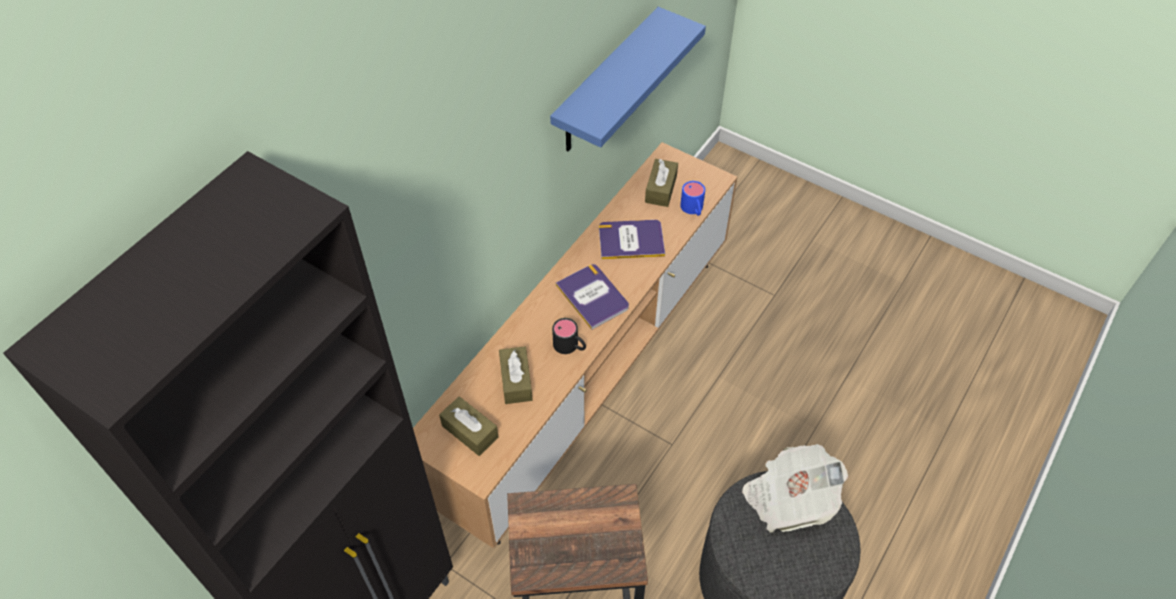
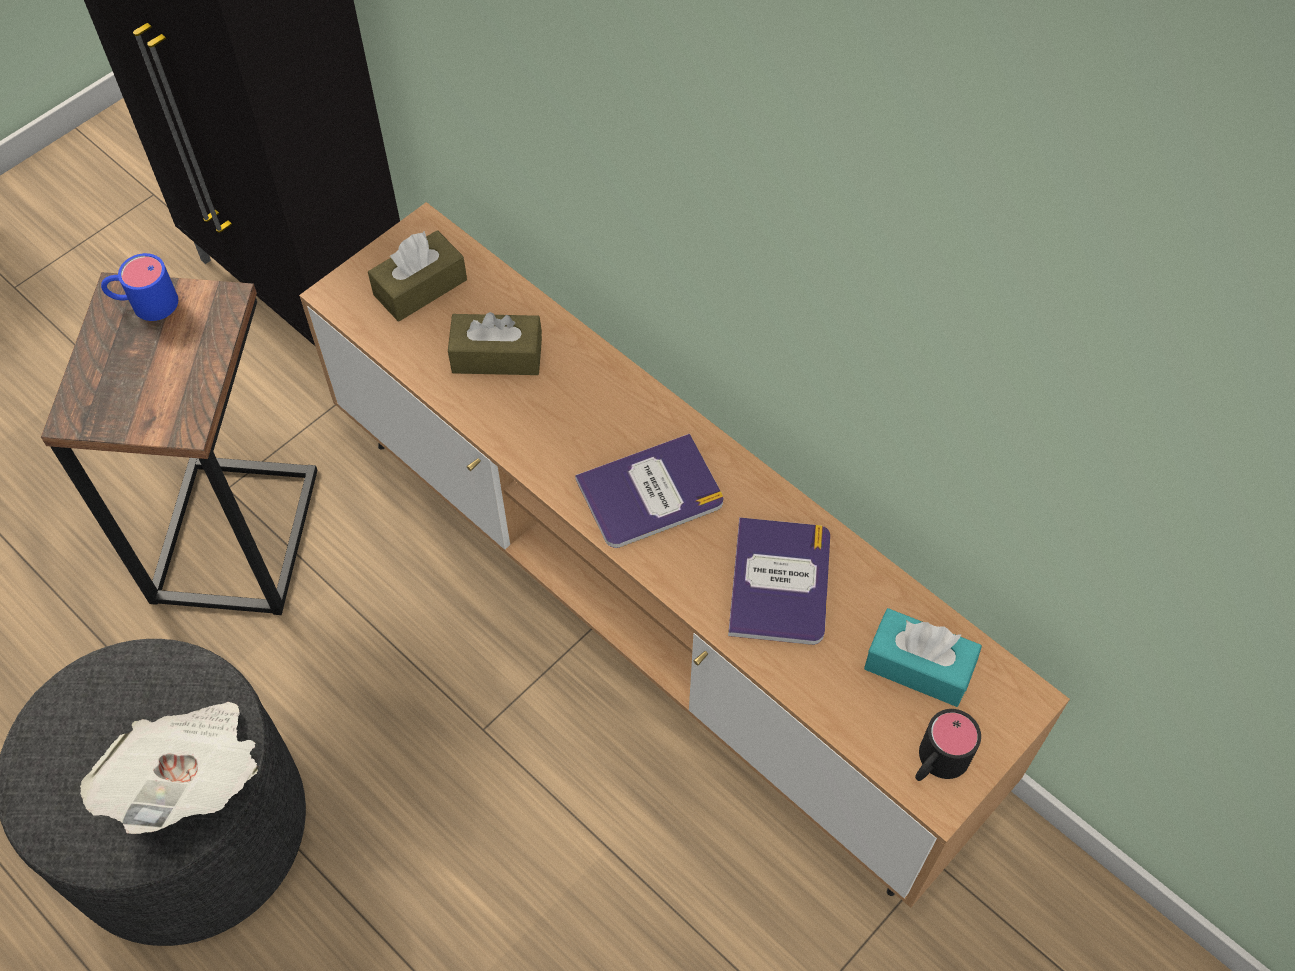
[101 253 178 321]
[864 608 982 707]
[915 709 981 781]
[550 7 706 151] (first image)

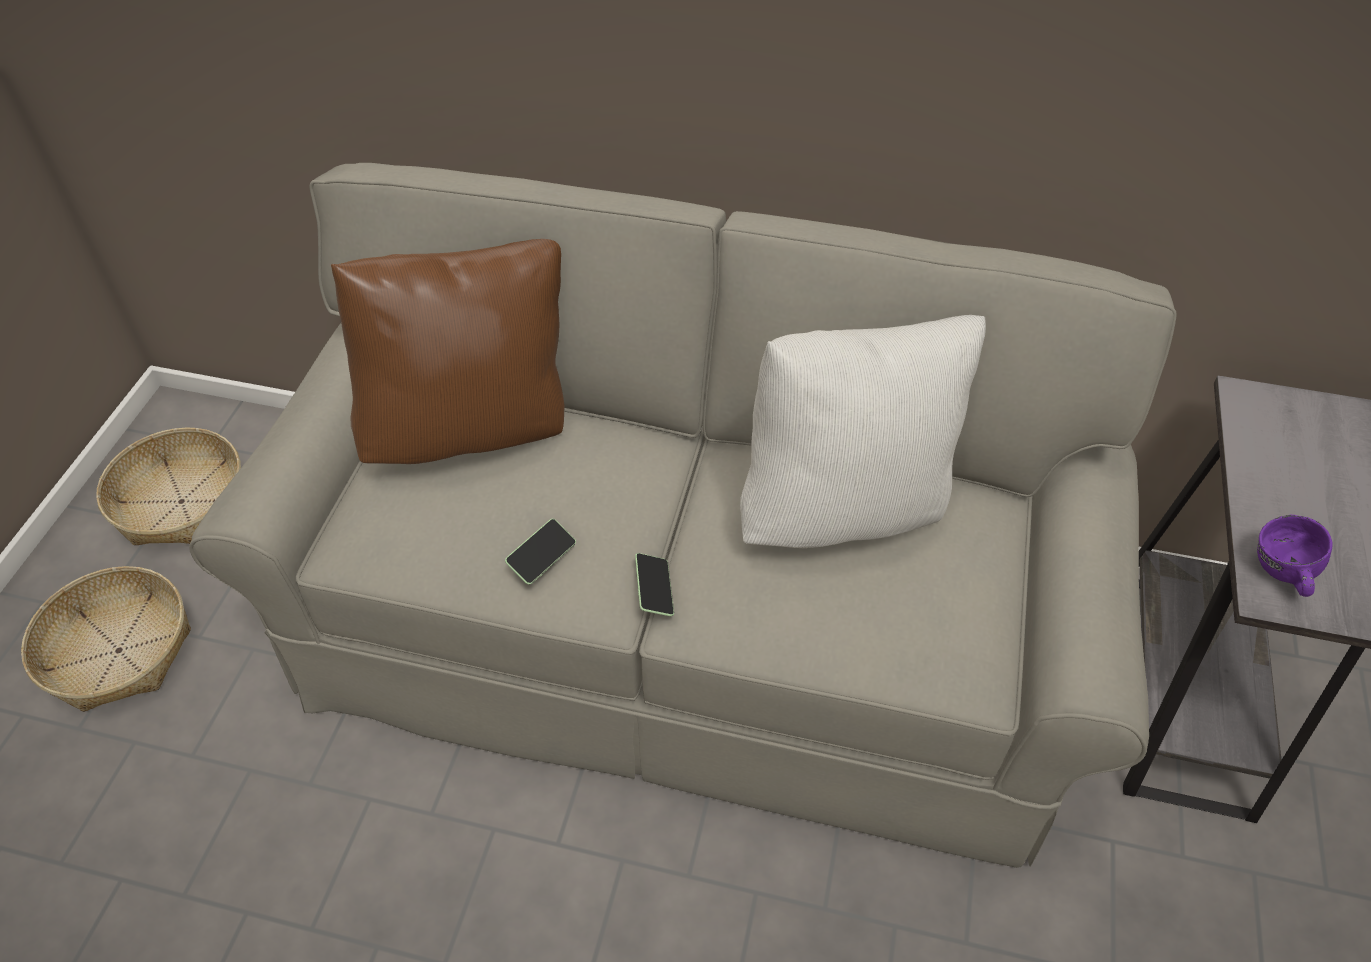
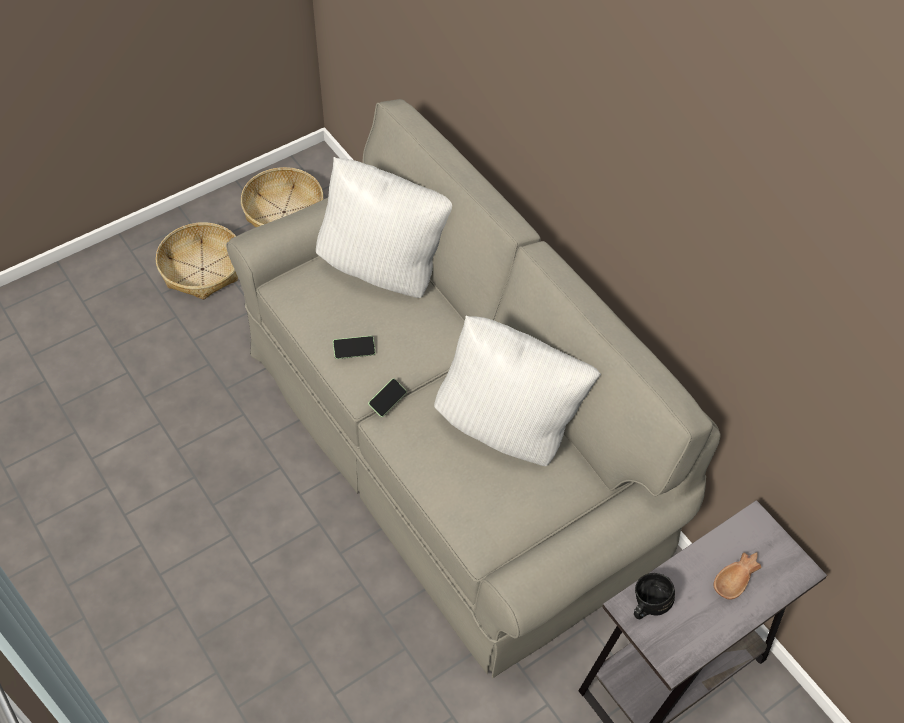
[316 157 452 298]
[634 573 675 619]
[714 552 762 600]

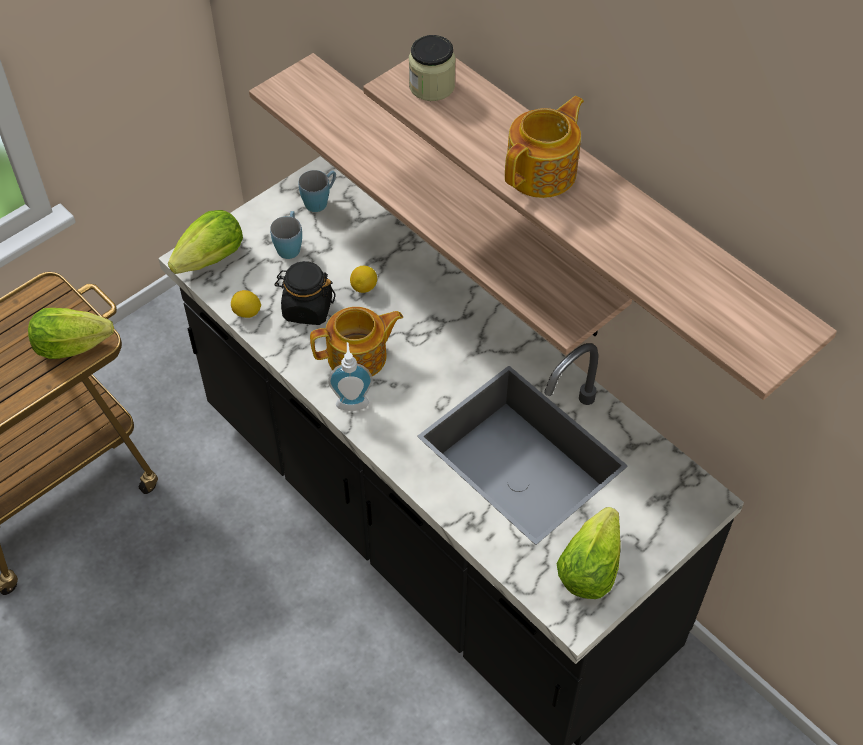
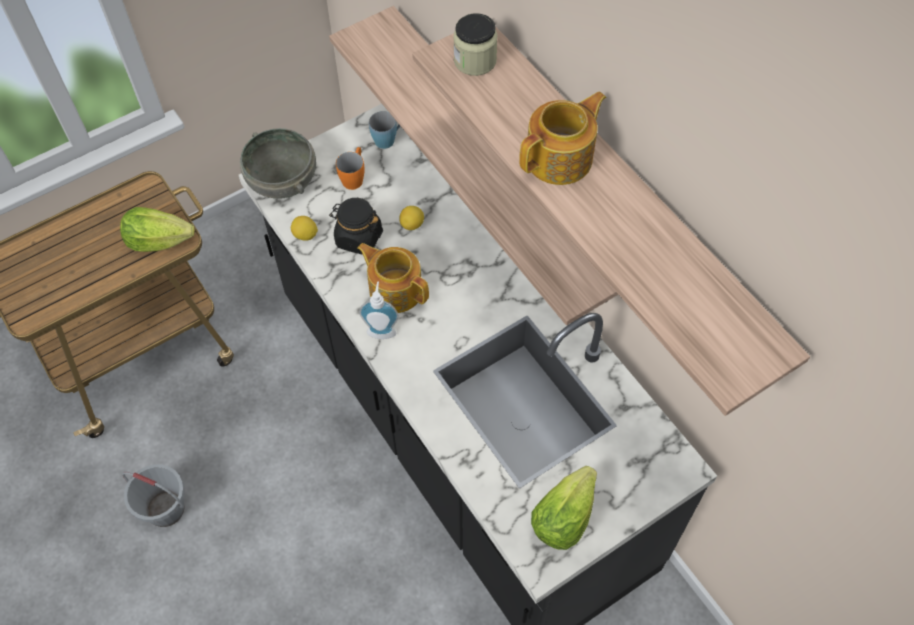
[122 464 185 527]
[240 128 316 198]
[336 147 365 190]
[357 243 429 313]

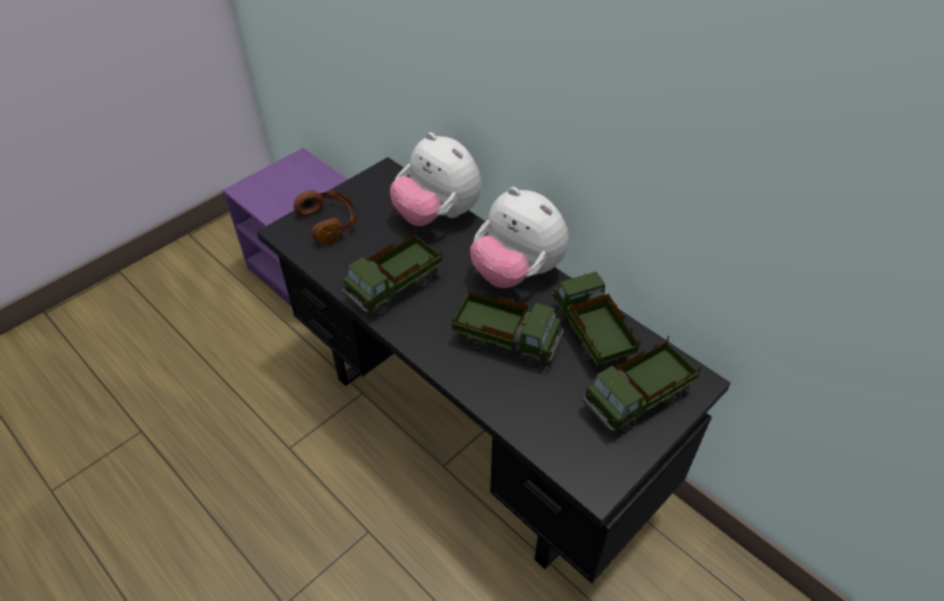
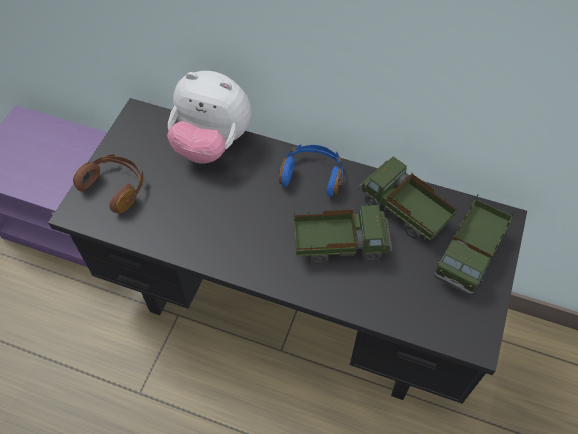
[279 144 343 197]
[342 230 442 316] (first image)

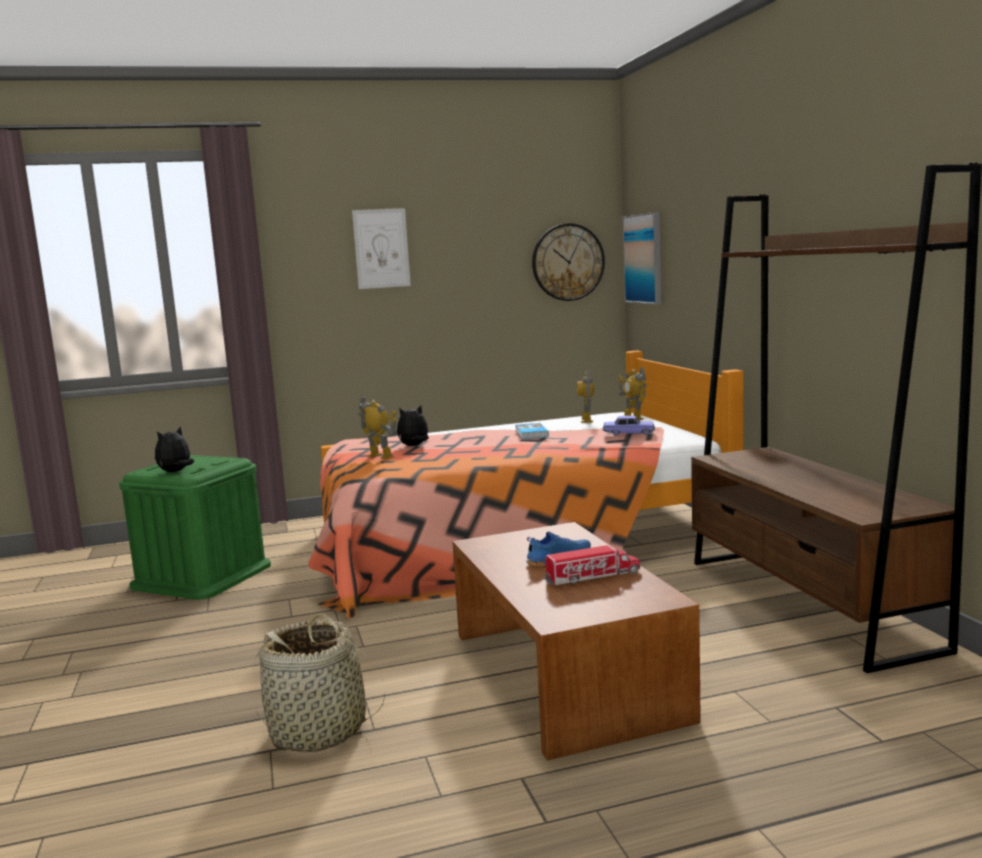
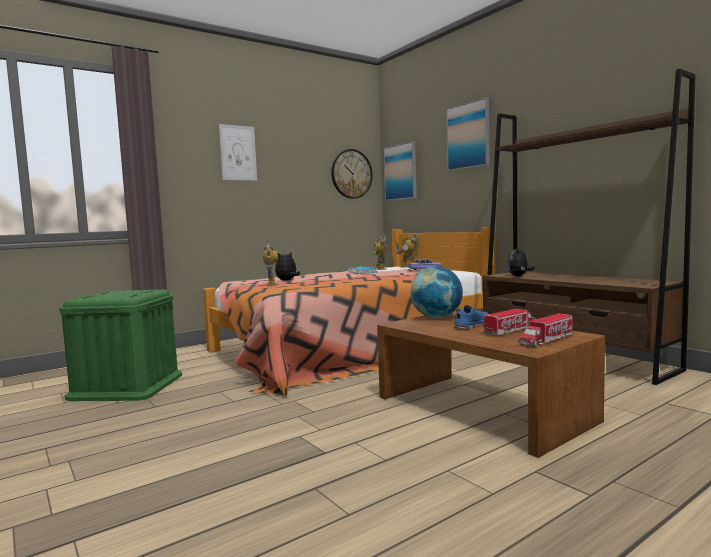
[263 240 278 287]
[410 266 463 318]
[446 97 490 171]
[507 246 535 276]
[519 314 573 347]
[254 613 385 752] (first image)

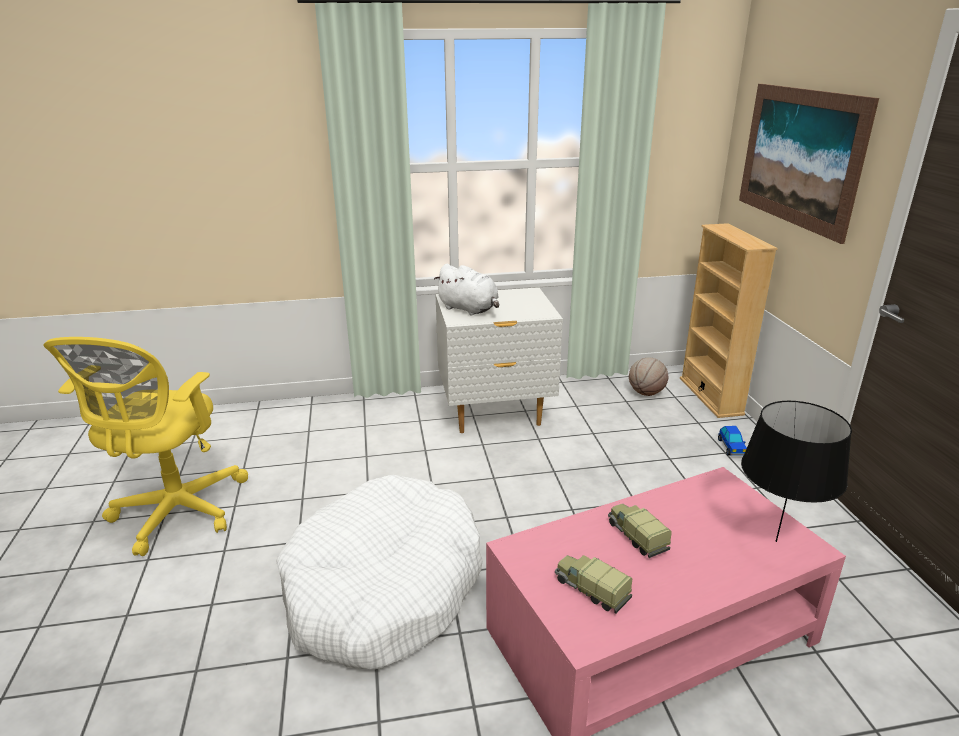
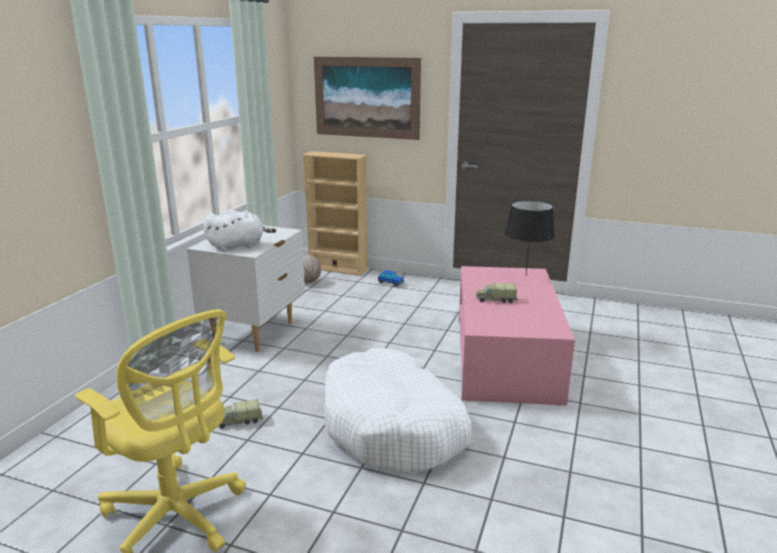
[219 399 263 429]

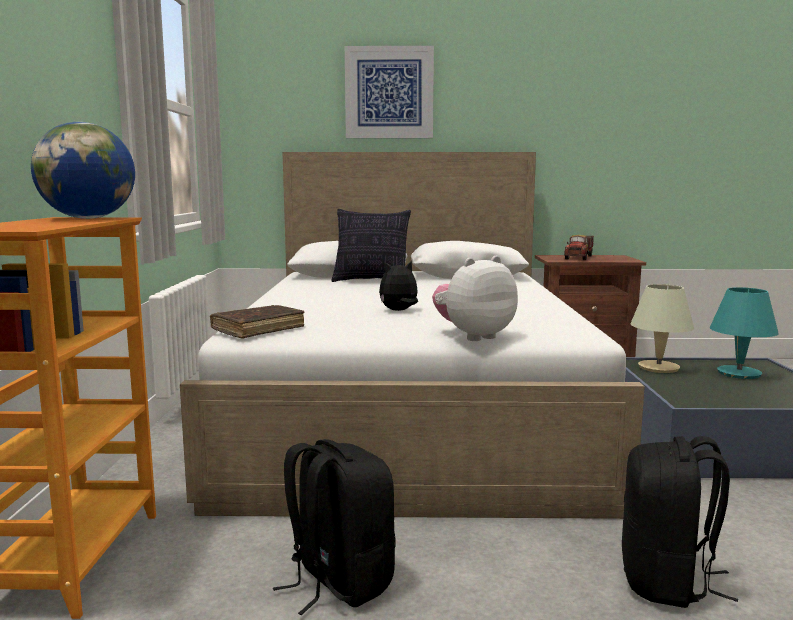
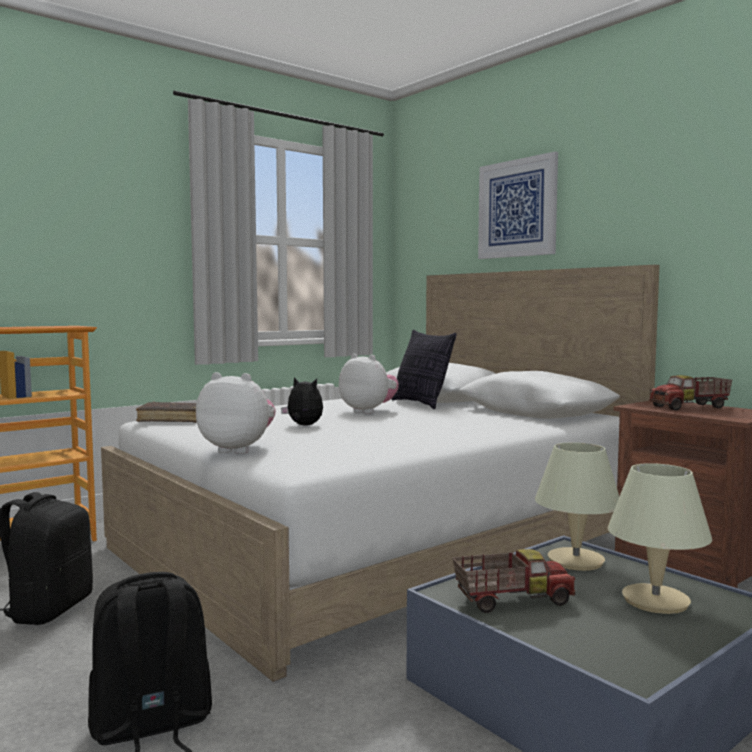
[339 354 399 414]
[453 549 575 613]
[607 463 712 614]
[31 122 135 219] (first image)

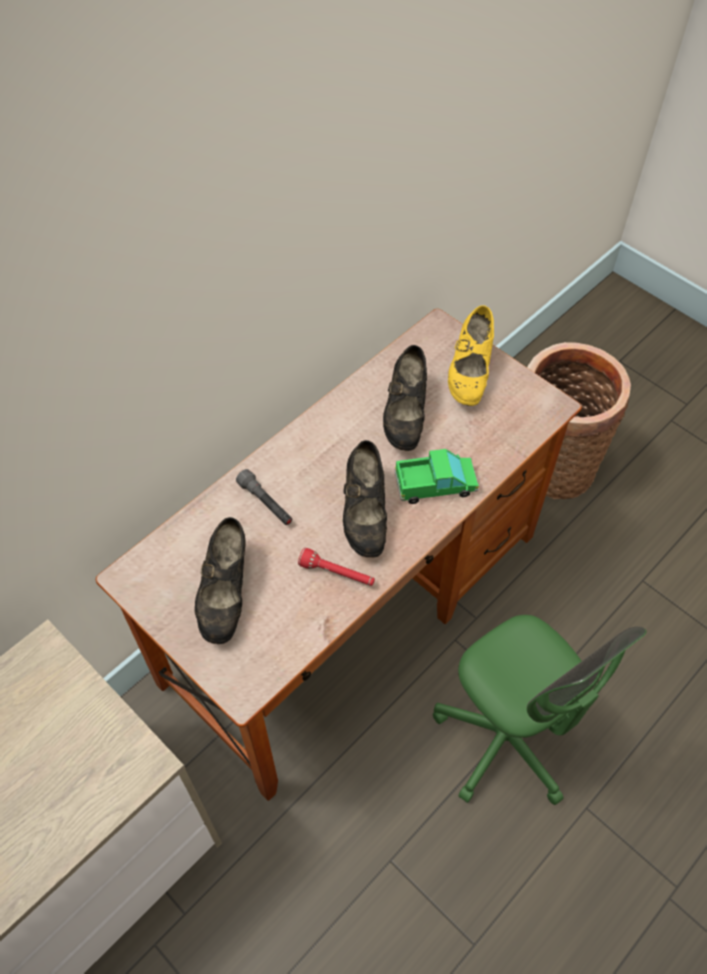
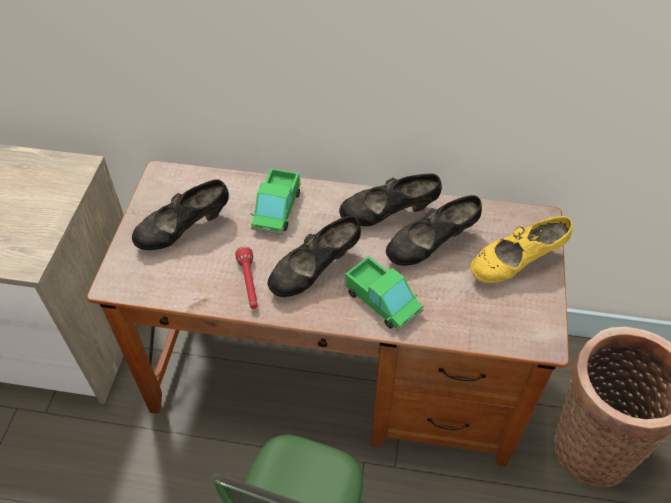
[251 168 301 235]
[339 174 442 226]

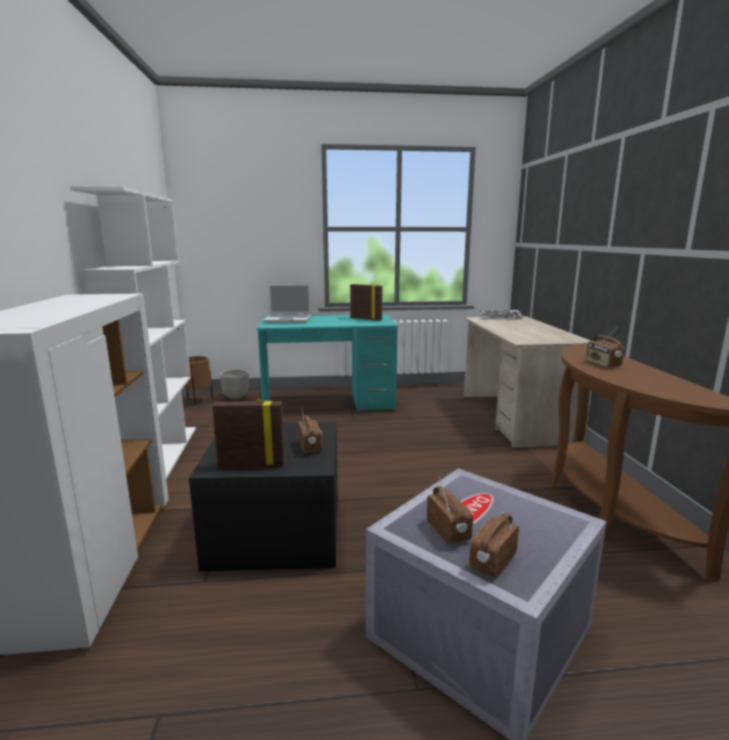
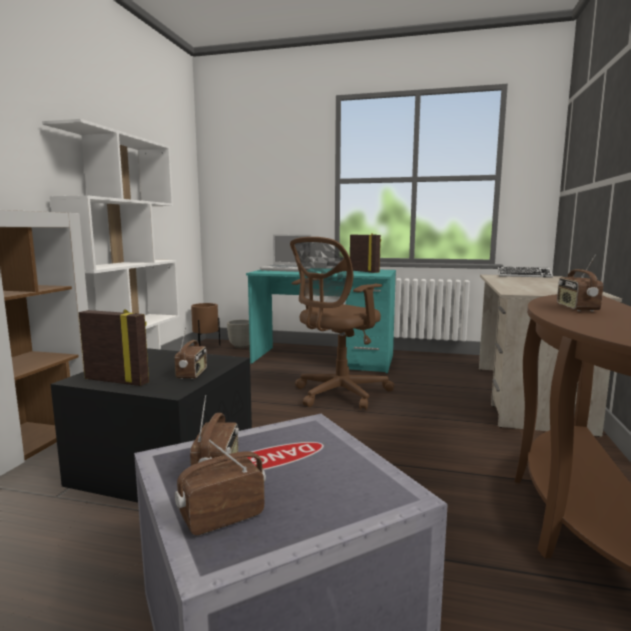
[290 237 394 410]

